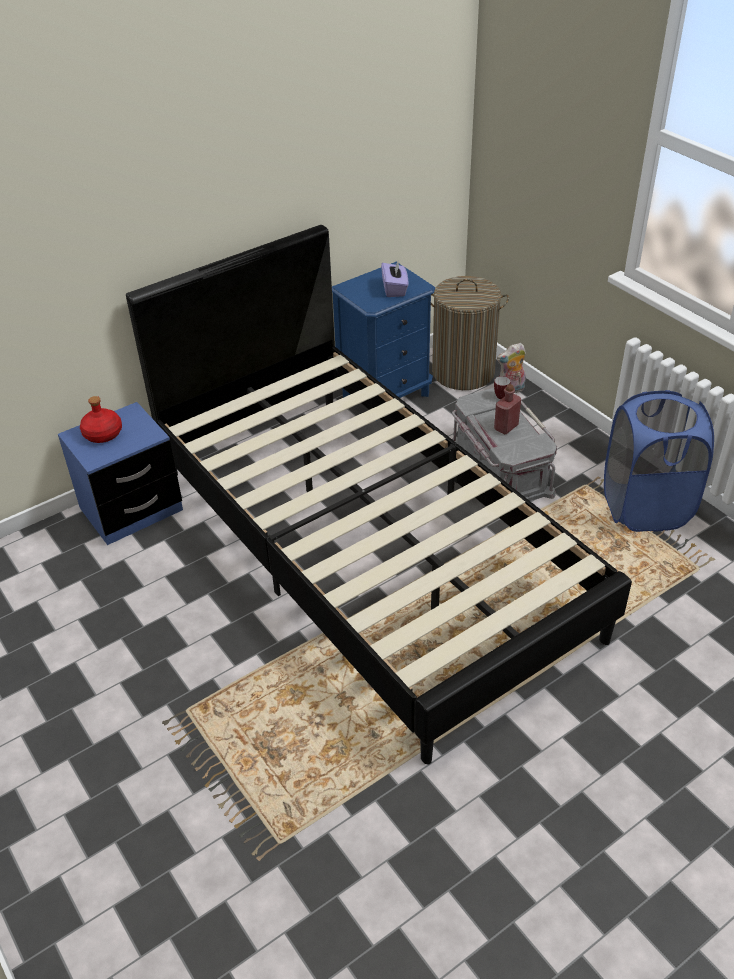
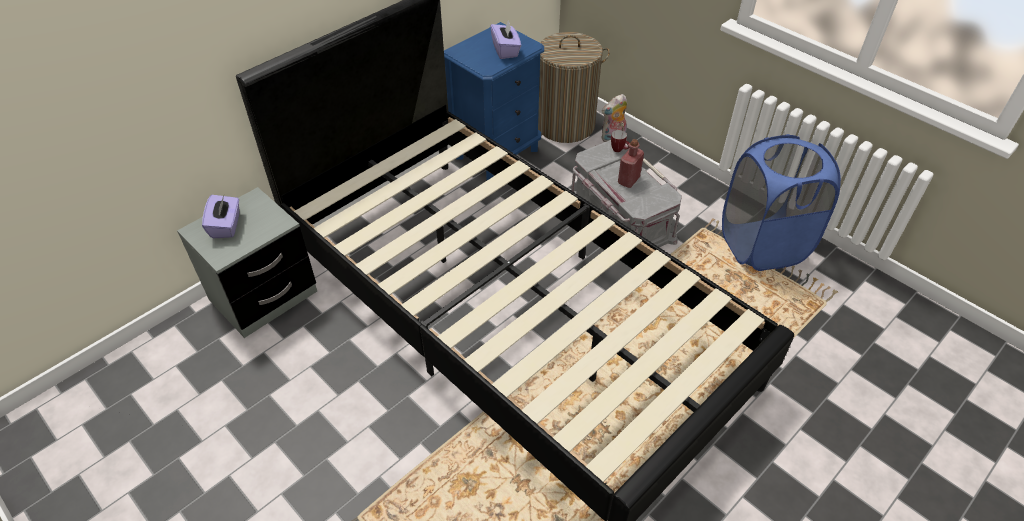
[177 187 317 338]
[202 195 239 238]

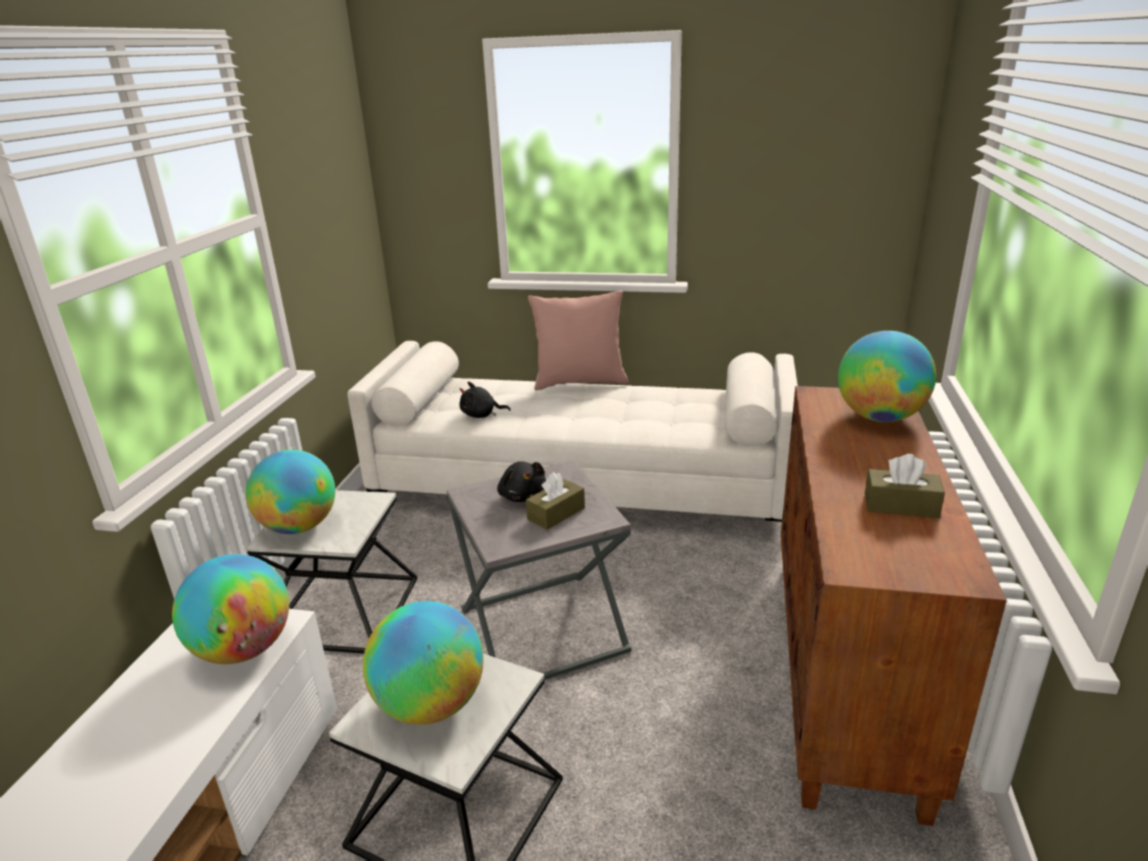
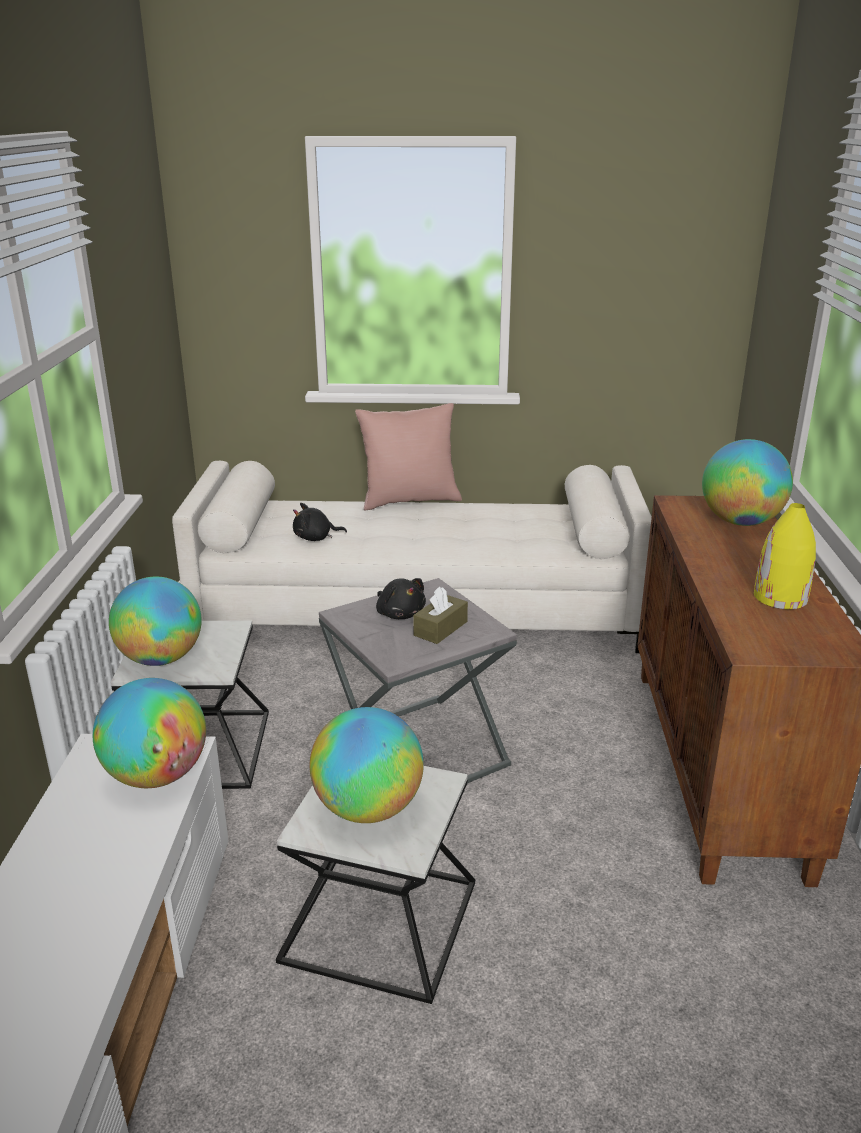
[754 503 816 609]

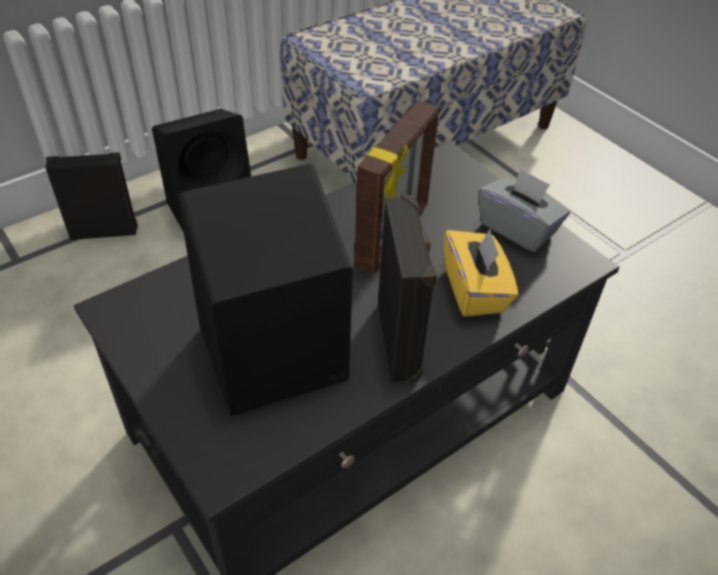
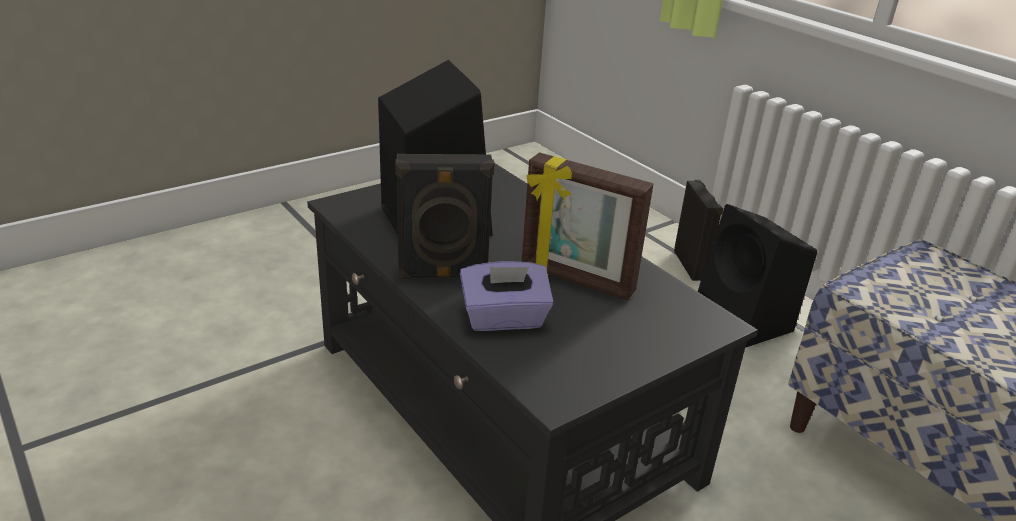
[460 261 554 331]
[478 169 570 252] (first image)

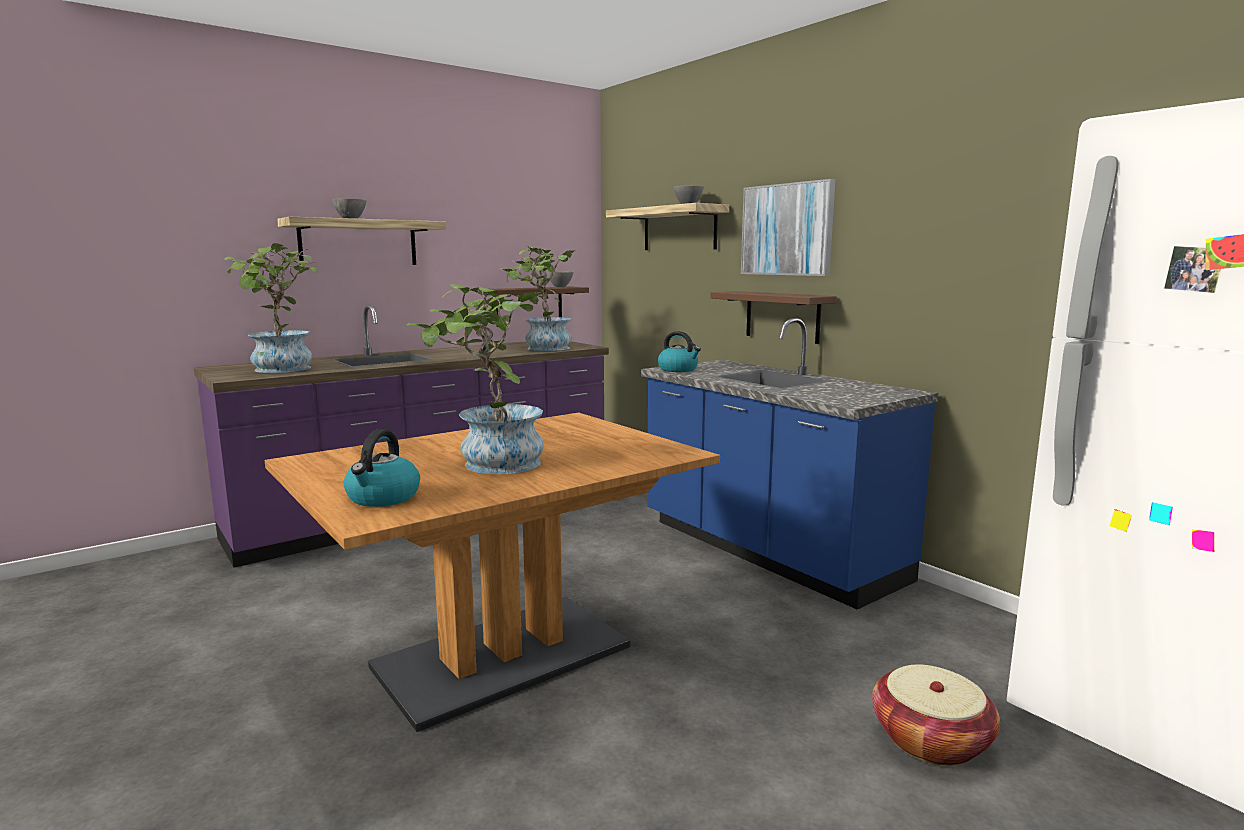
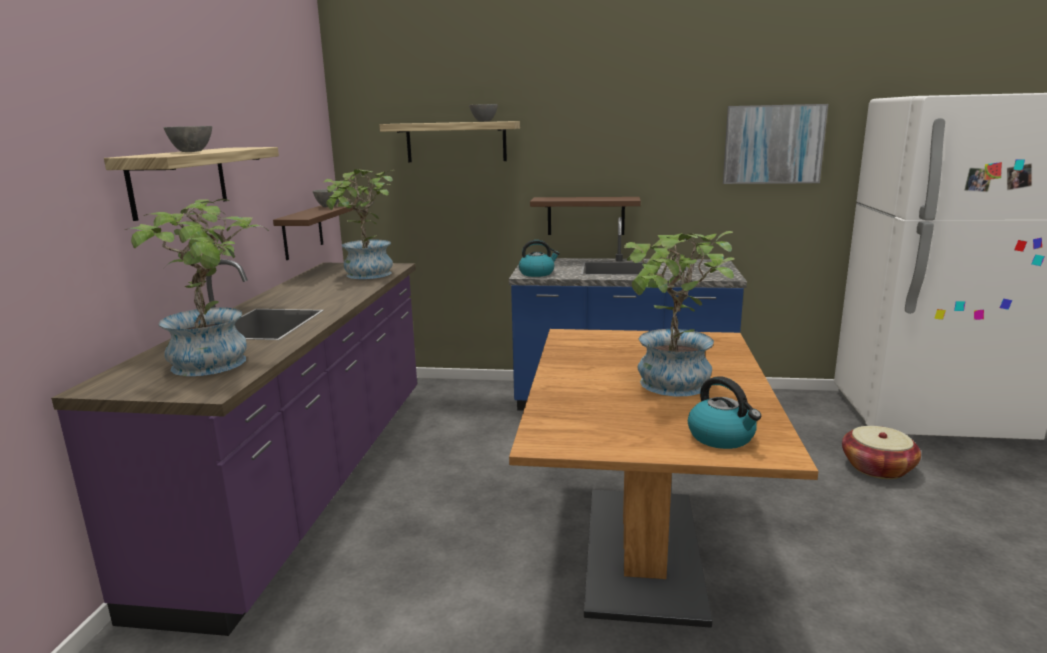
[723 104 828 184]

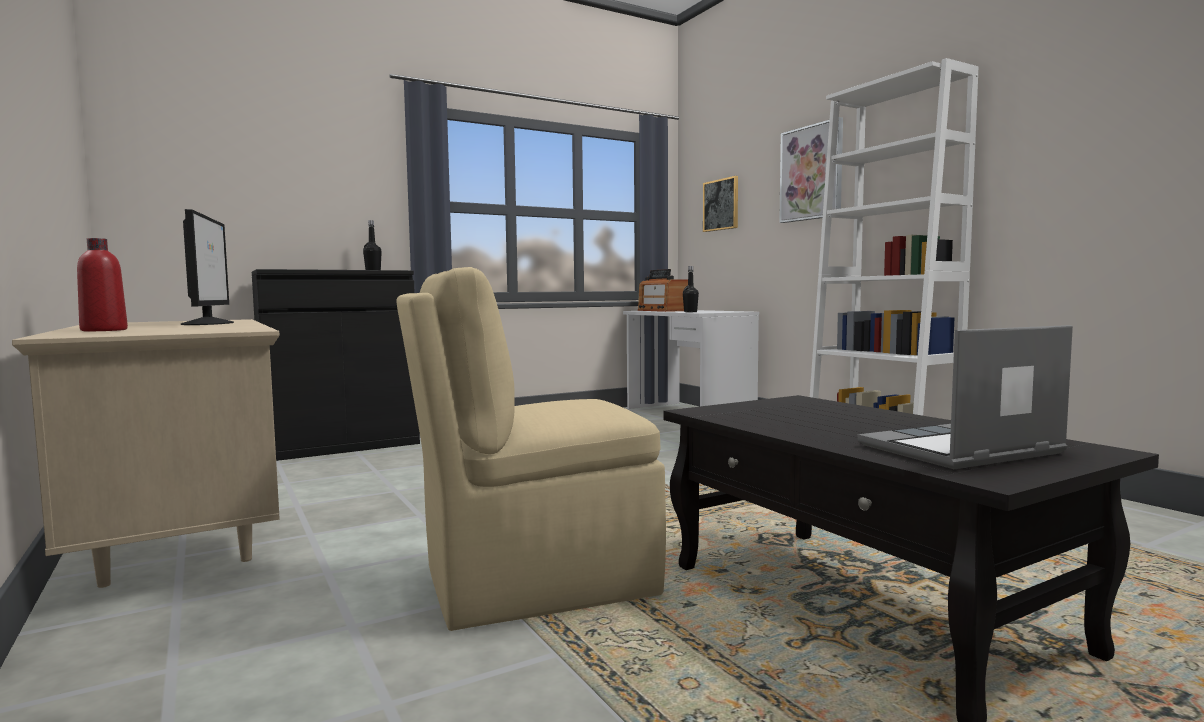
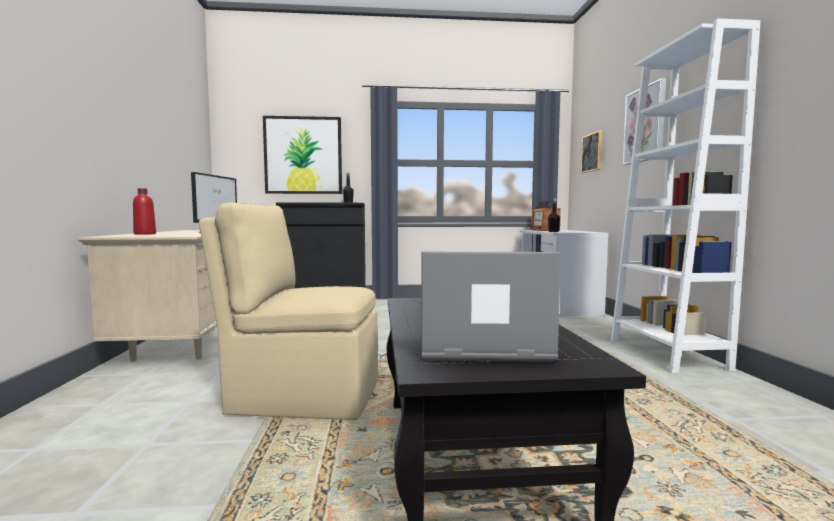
[263 116 342 194]

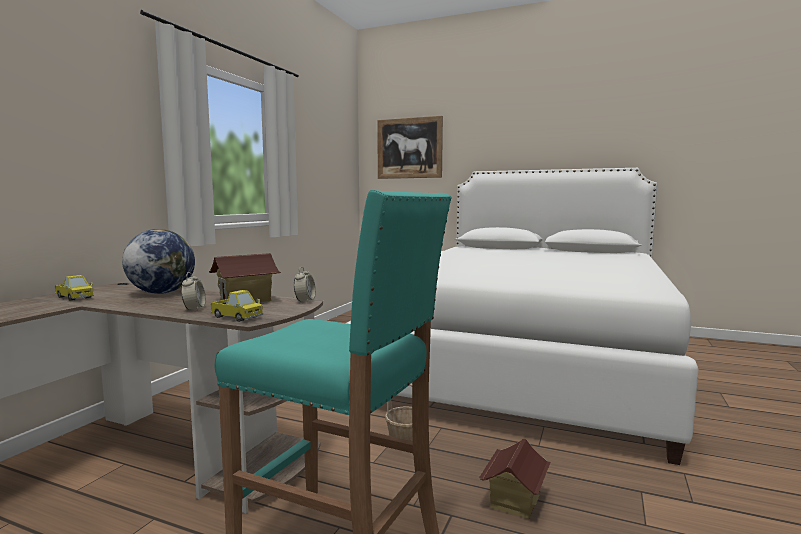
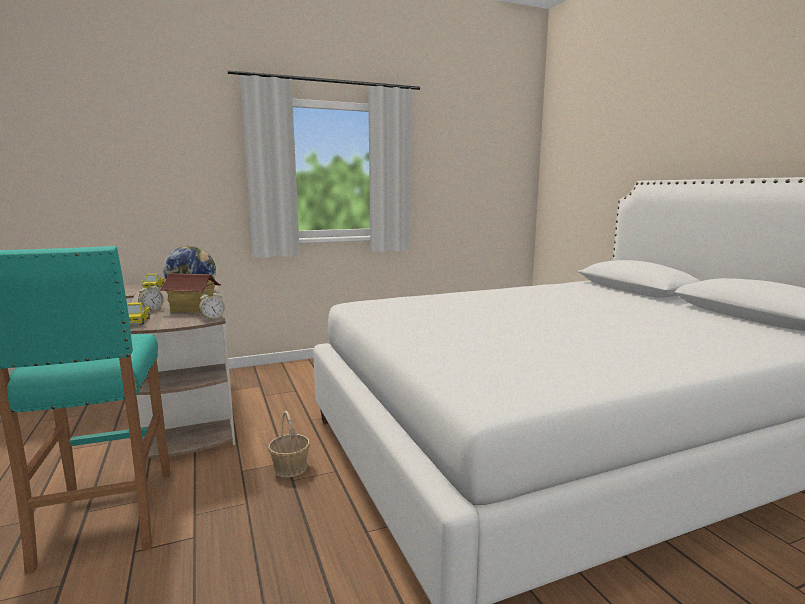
[377 116 443 179] (first image)
[479 439 551 519] (first image)

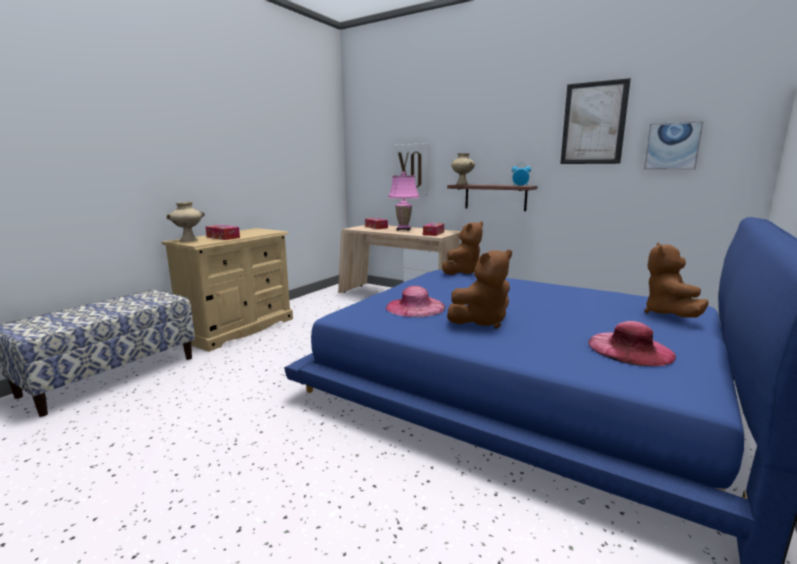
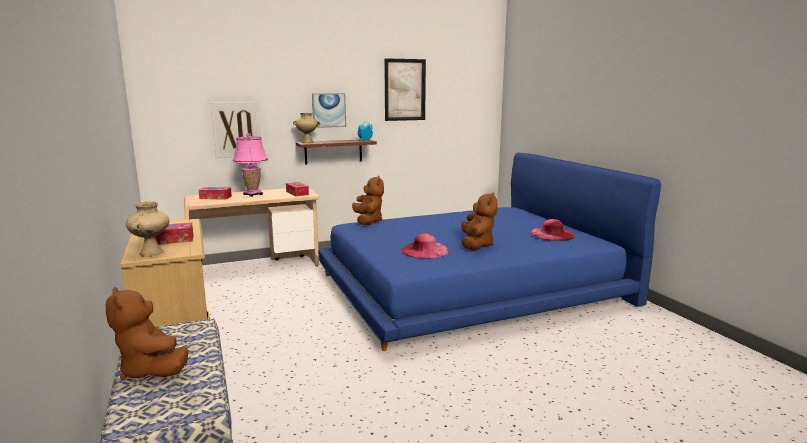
[106 287 189 380]
[312 93 346 128]

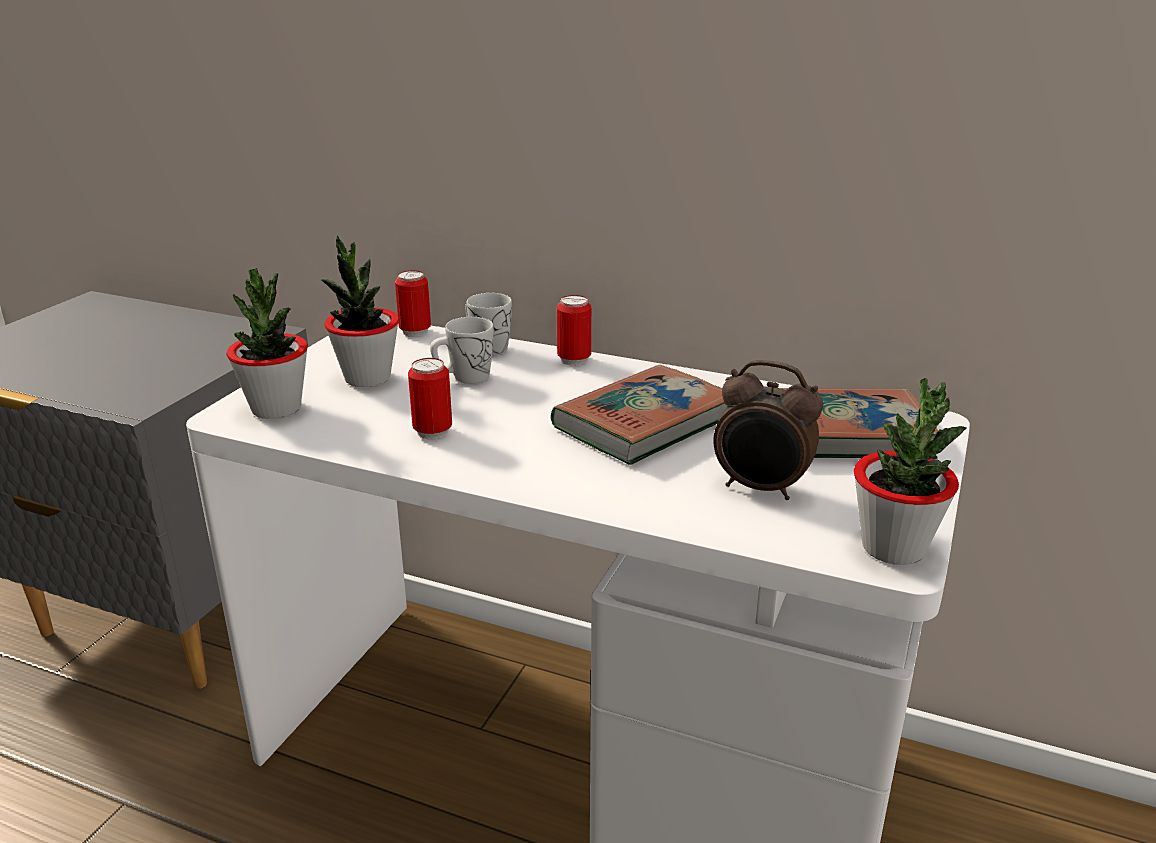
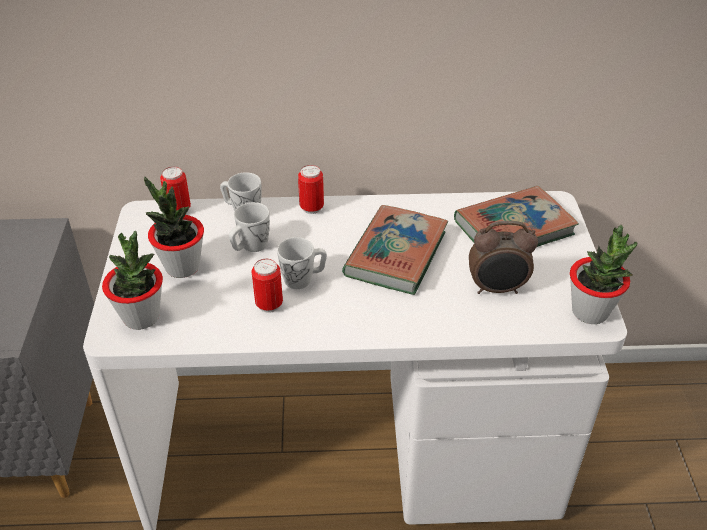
[277 237 327 289]

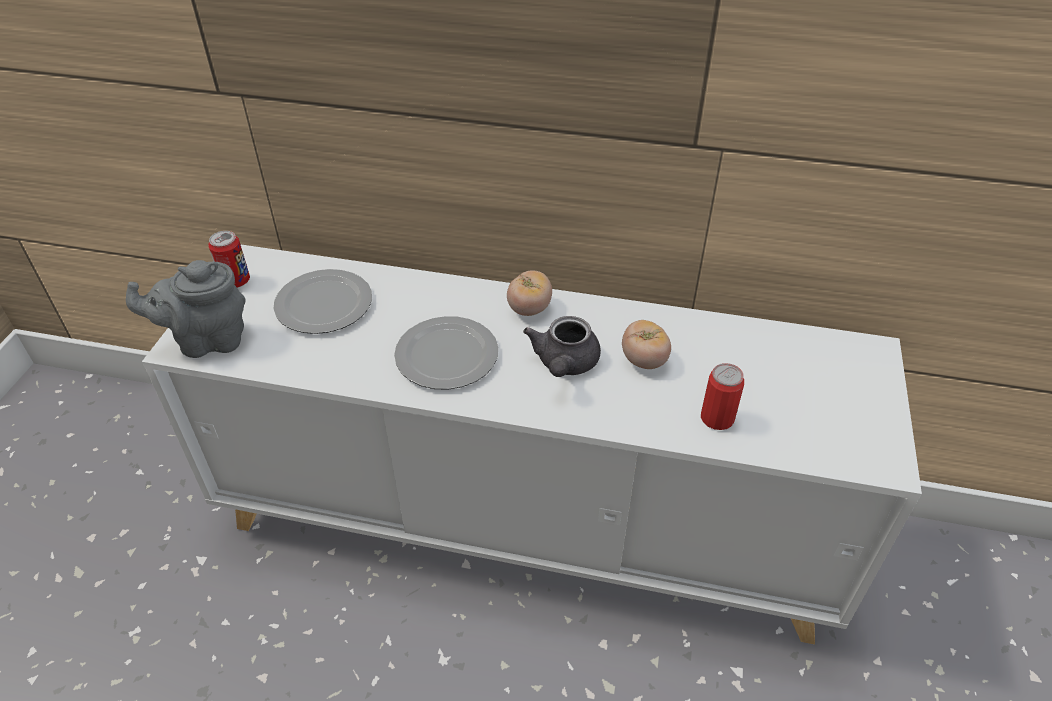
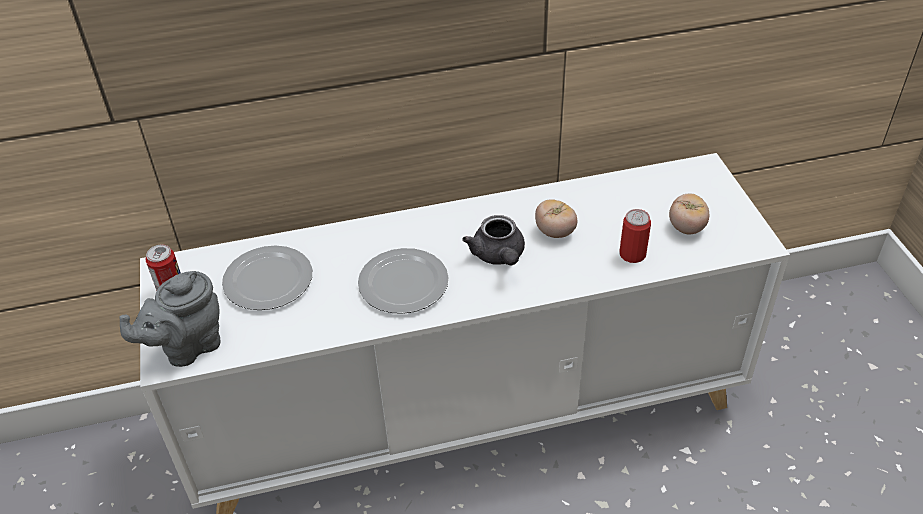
[669 194 709 234]

